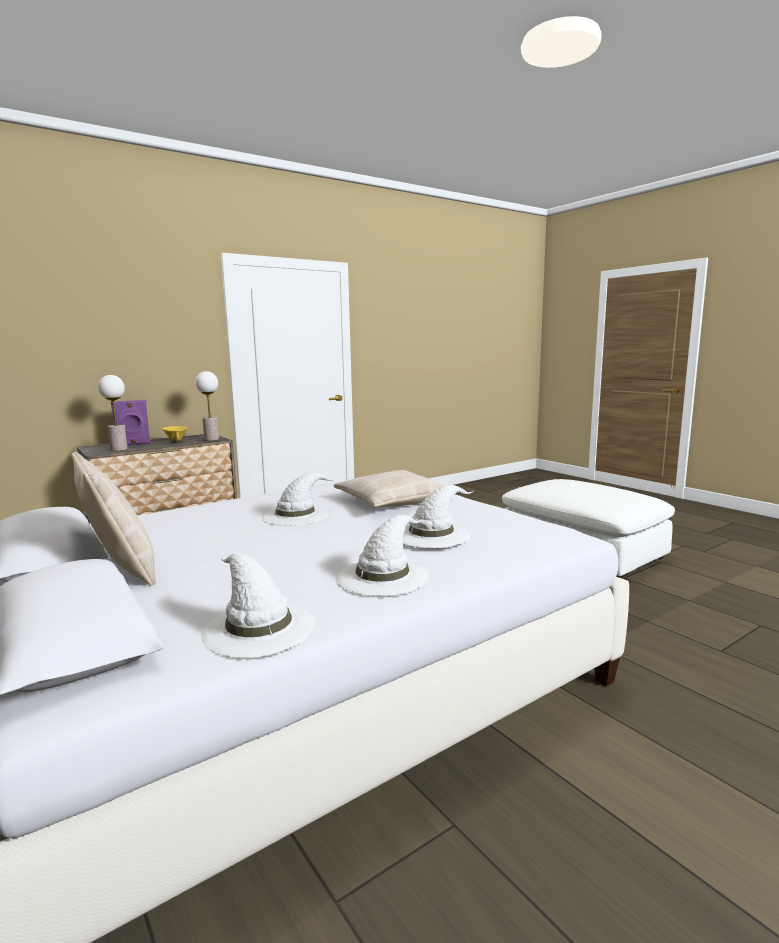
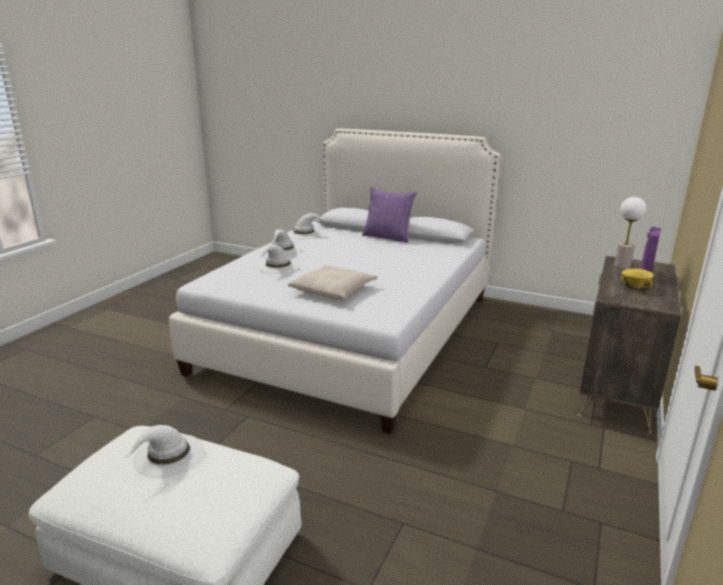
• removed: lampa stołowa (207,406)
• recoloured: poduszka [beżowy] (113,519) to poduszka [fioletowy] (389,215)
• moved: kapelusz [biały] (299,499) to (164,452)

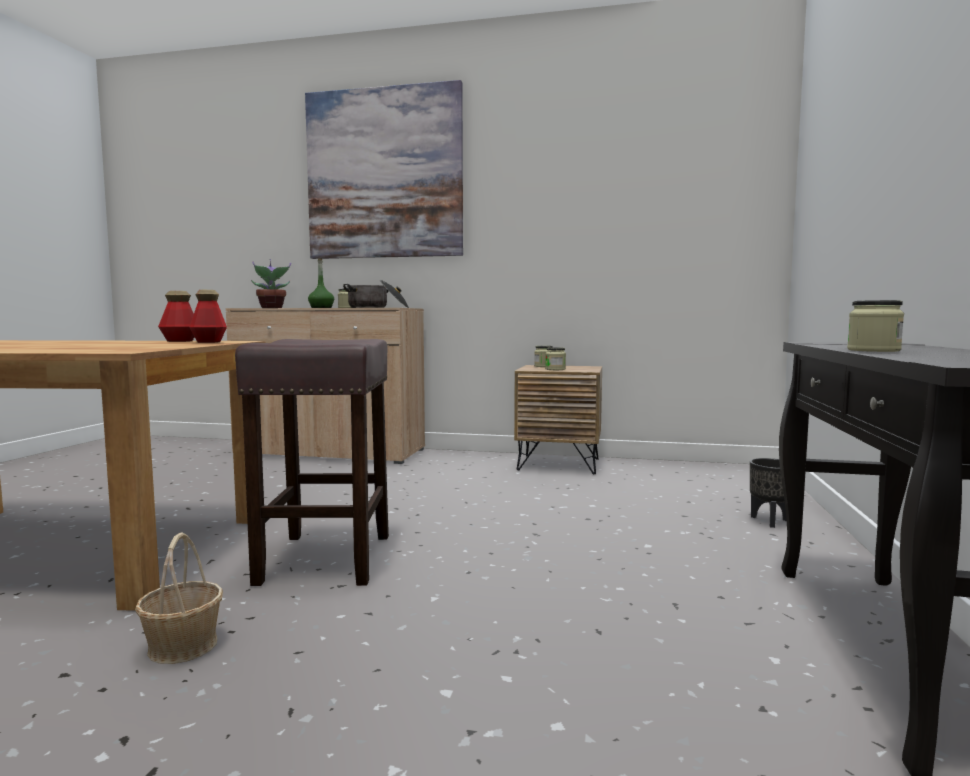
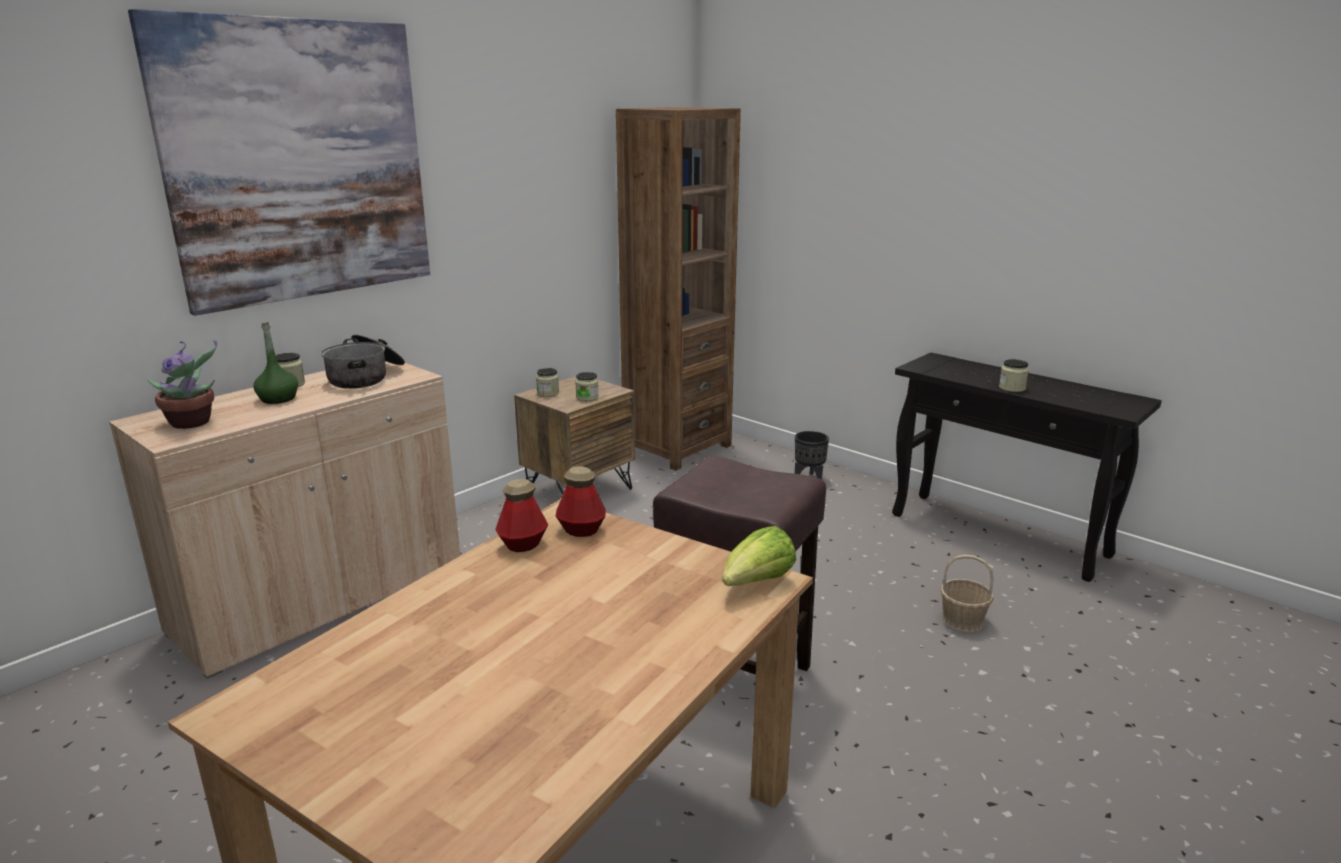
• moved: koszyk (179,598) to (967,593)
• added: regał [brązowy] (678,289)
• added: sałata (759,556)

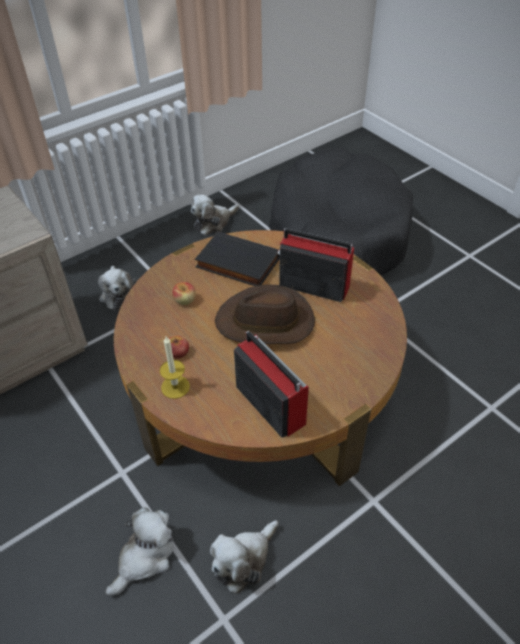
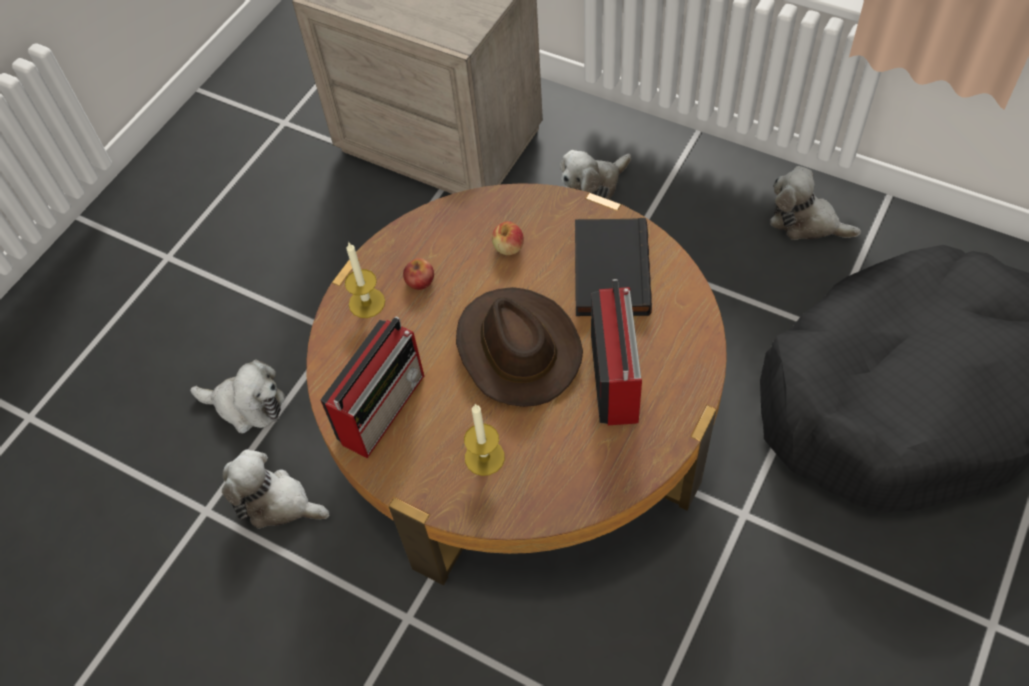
• added: świeca (484,440)

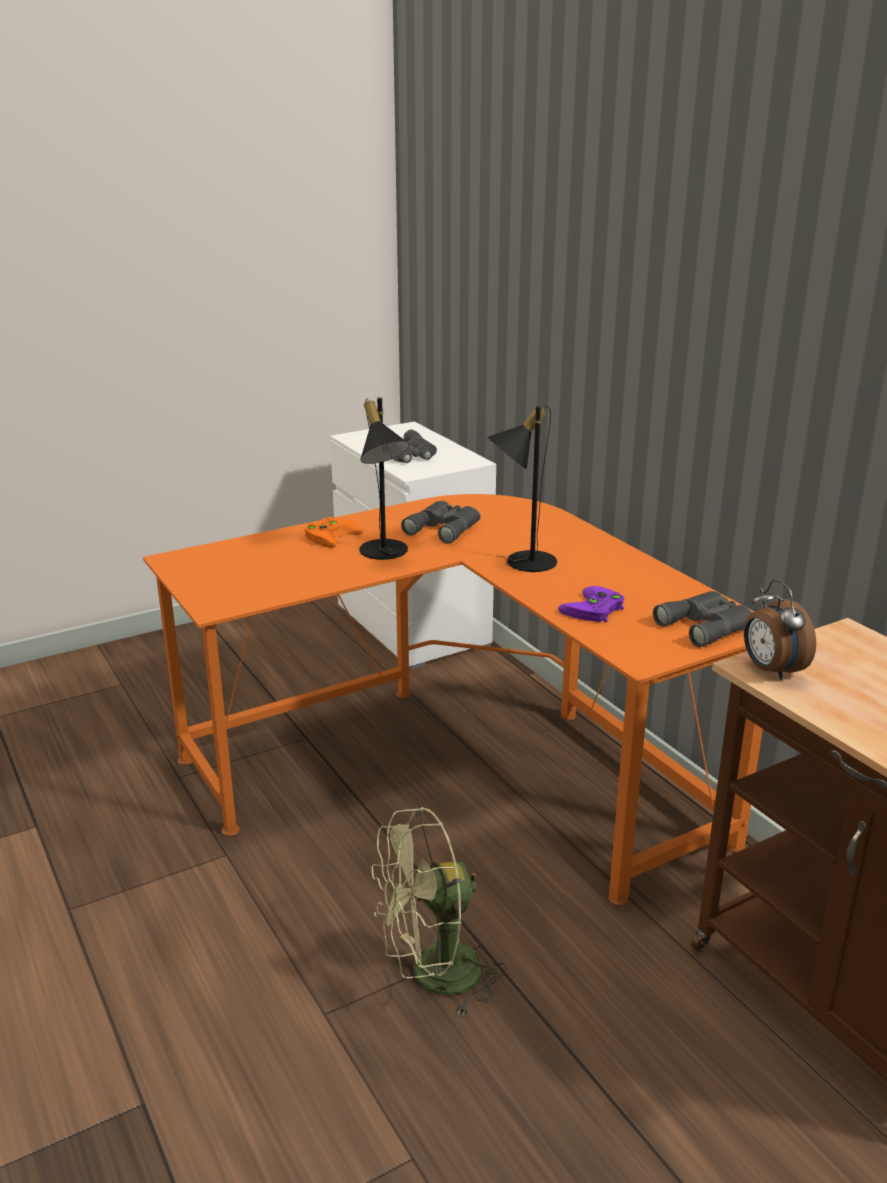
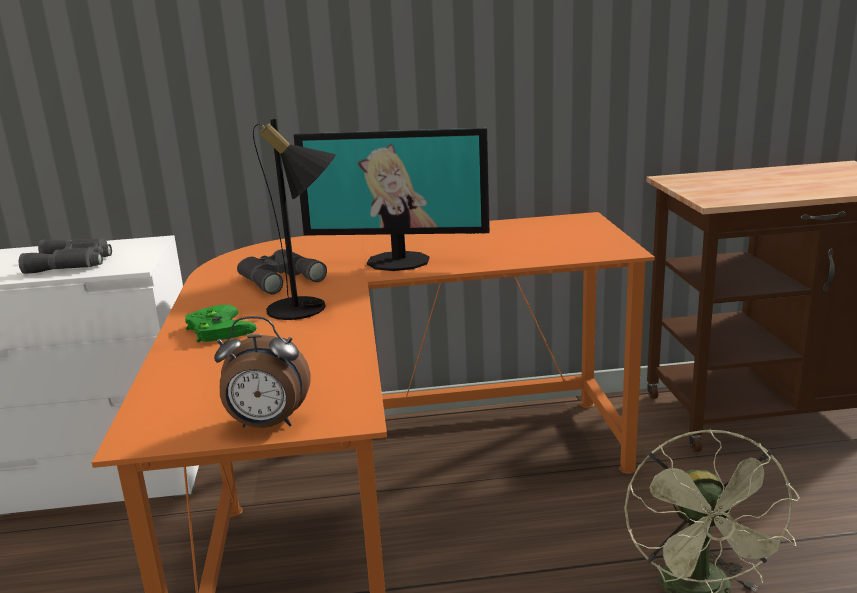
• replaced: lampa stołowa [czarny] (522,489) to monitor (392,199)
• recoloured: pad do gier [pomarańczowy] (334,532) to pad do gier [zielony] (221,324)
• moved: budzik (780,630) to (262,372)
• removed: pad do gier [fioletowy] (591,604)
• removed: lornetka [szary] (702,619)

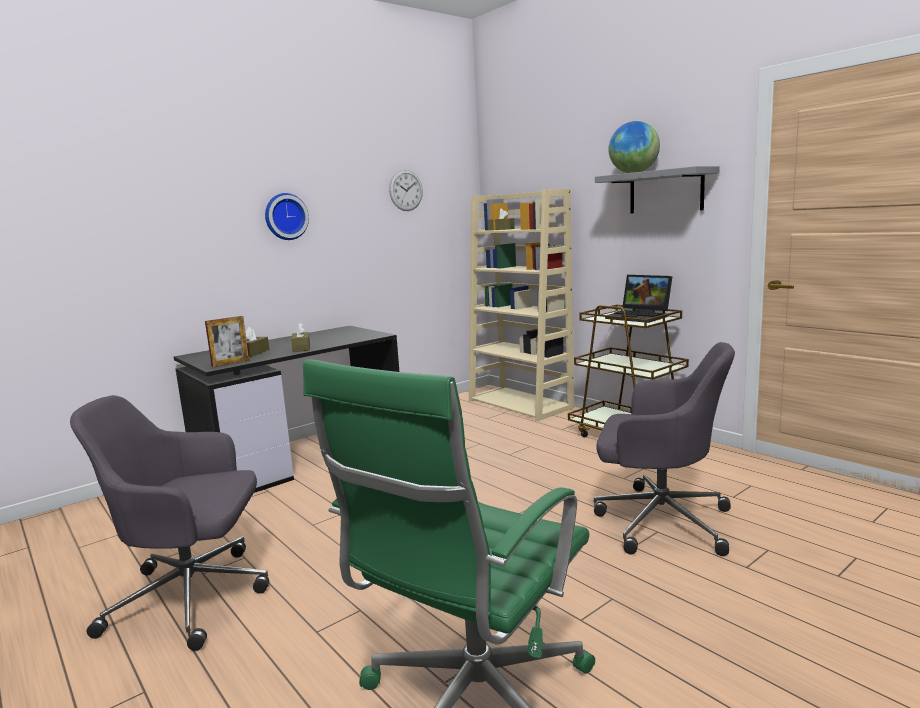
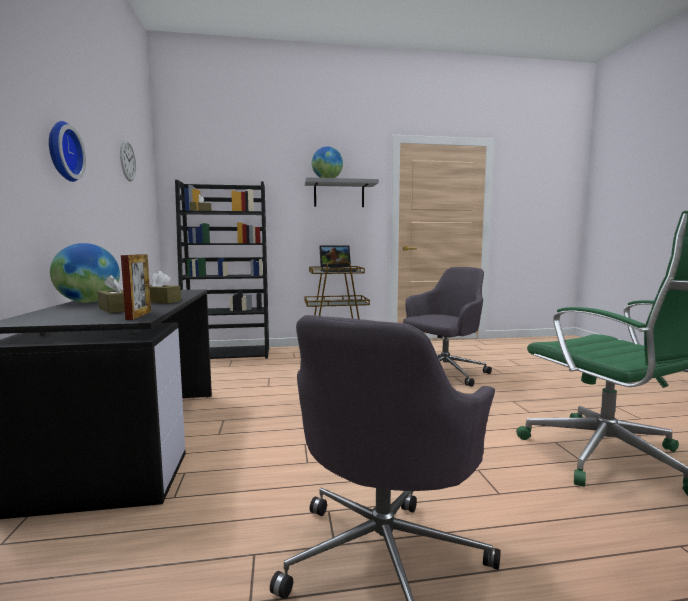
• recoloured: regał [beżowy] (521,305) to regał [czarny] (222,269)
• added: globus (85,272)

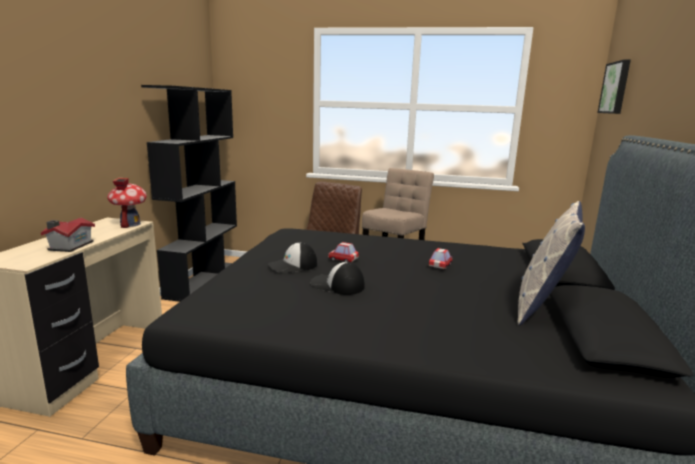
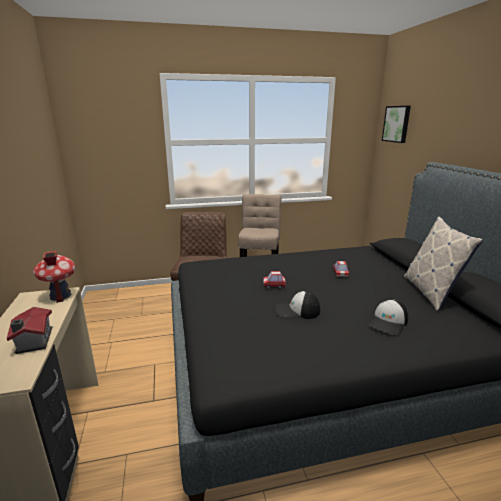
• removed: regał [czarny] (189,193)
• moved: czapka z daszkiem (292,258) to (388,316)

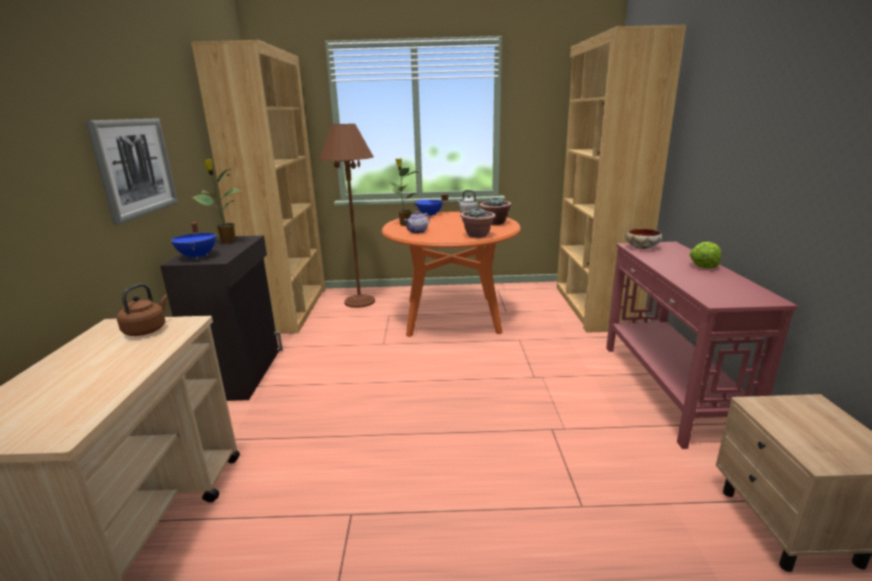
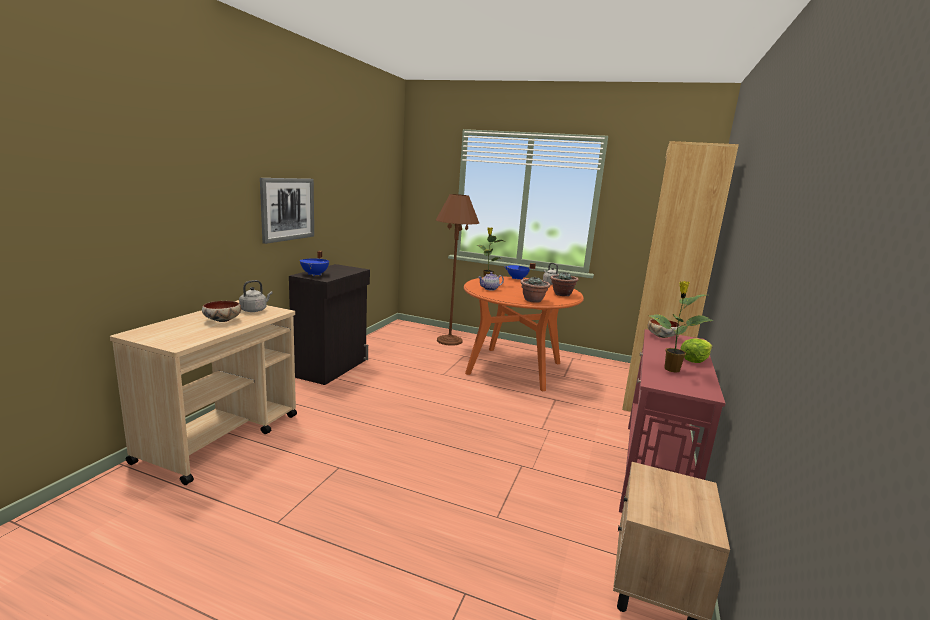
• removed: regał [brązowy] (258,187)
• moved: roślina doniczkowa (217,201) to (680,327)
• recoloured: czajnik [brązowy] (142,310) to czajnik [szary] (256,296)
• added: miska (221,311)

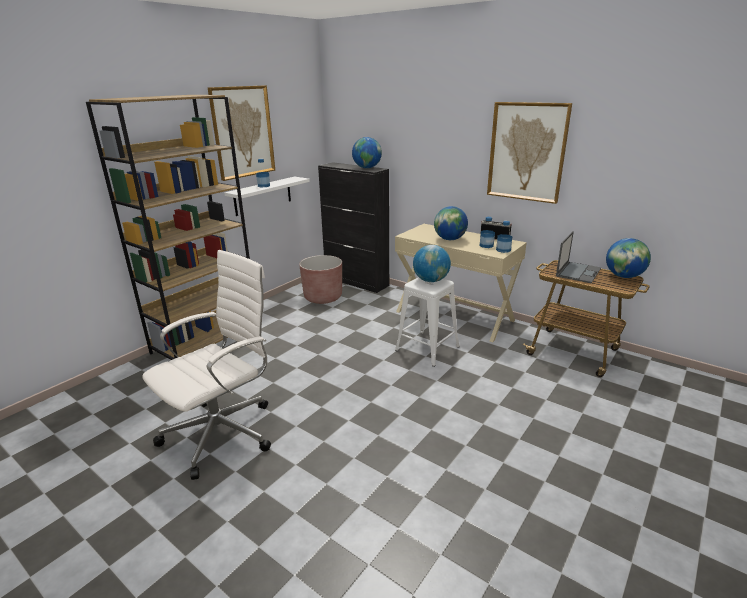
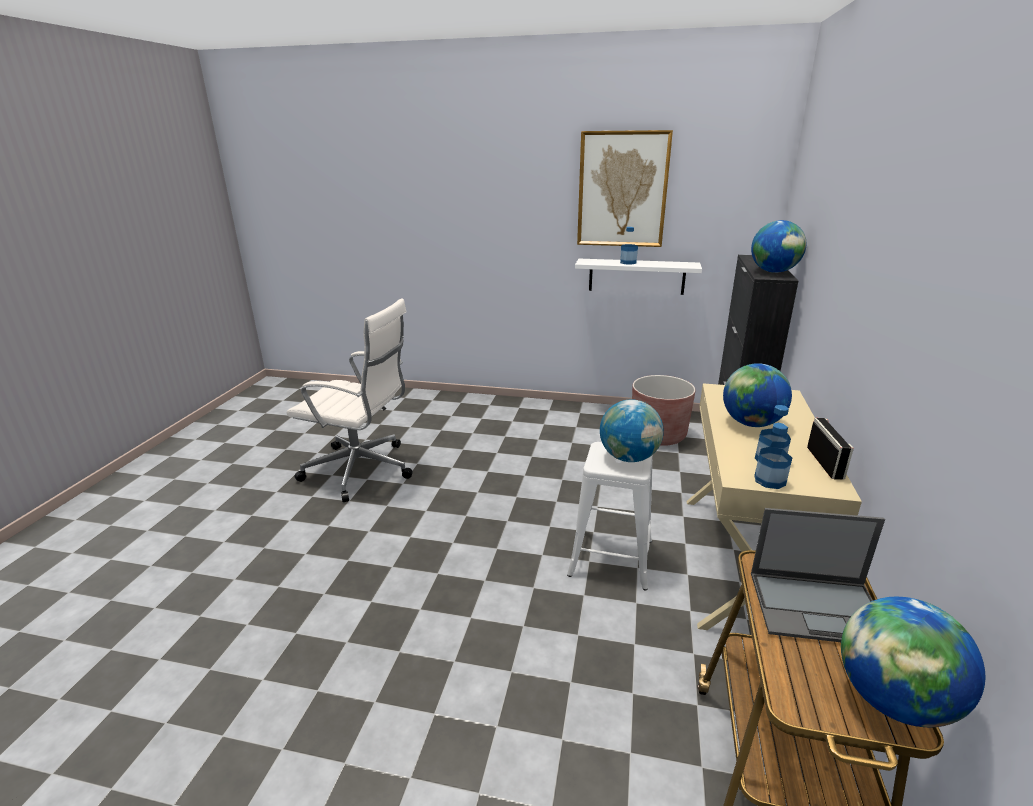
• removed: regał [brązowy] (168,227)
• removed: obraz (529,153)

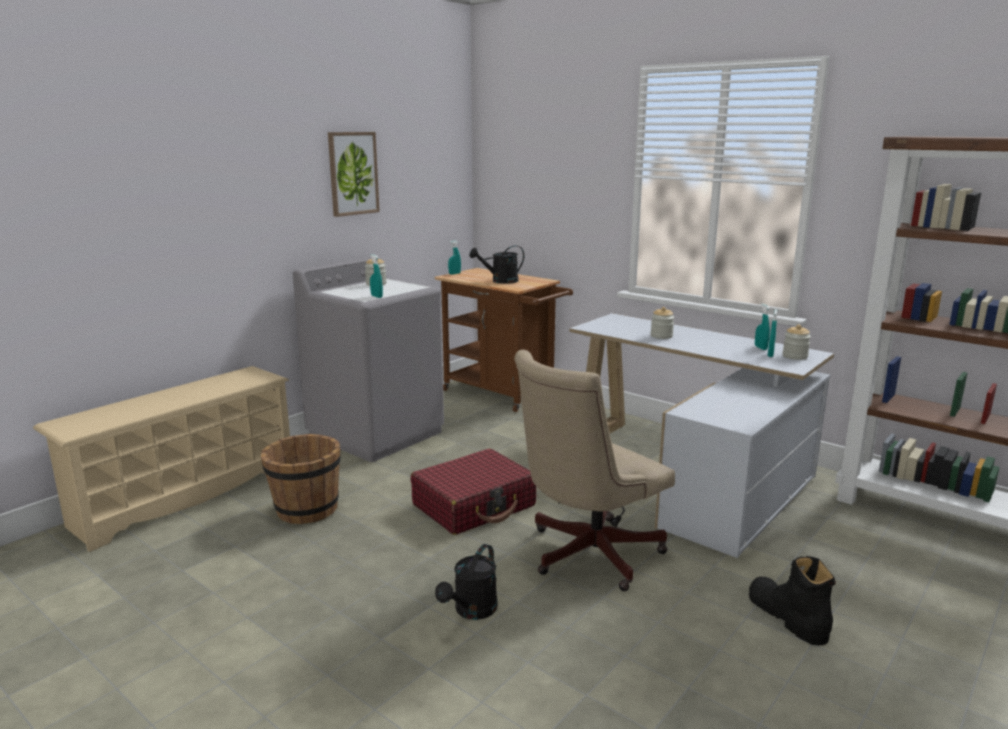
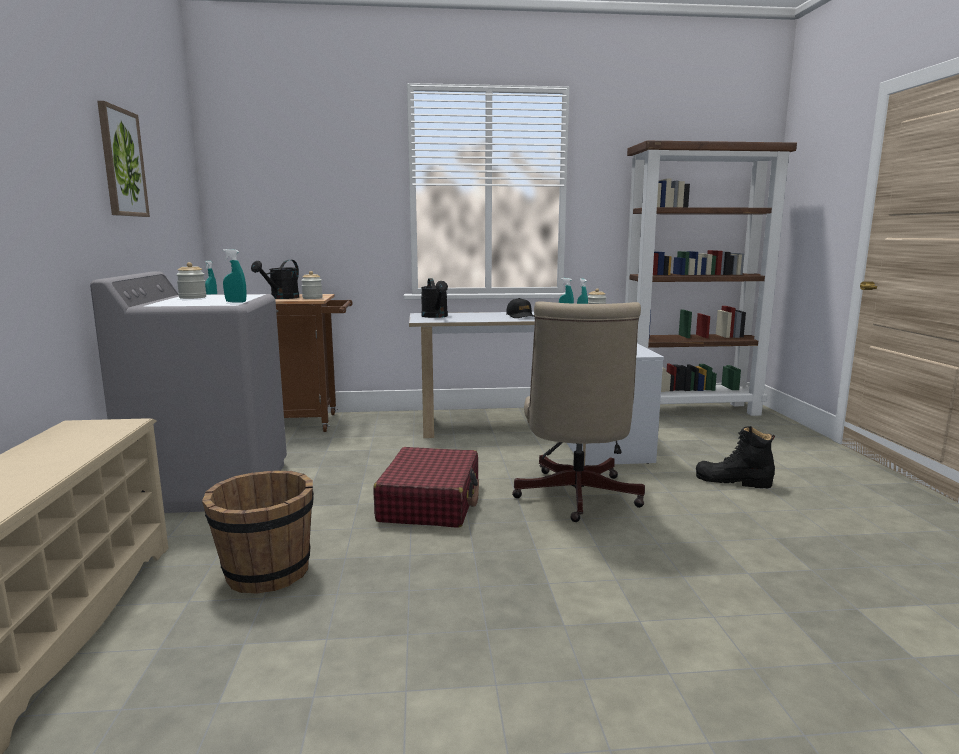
• moved: słoik (662,323) to (312,285)
• moved: konewka [czarny] (466,582) to (434,298)
• added: czapka z daszkiem [czarny] (520,308)

